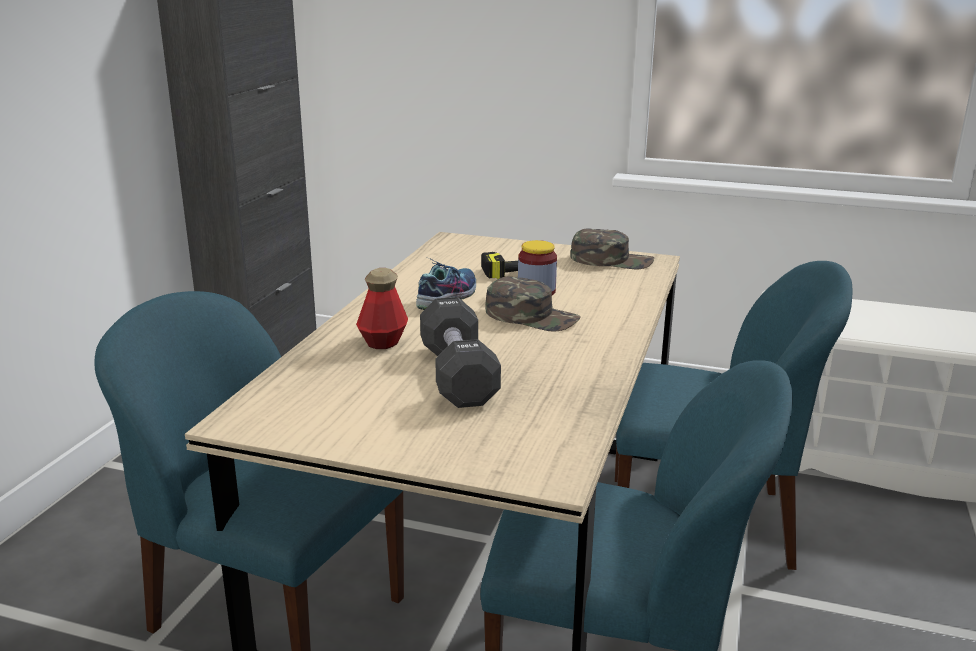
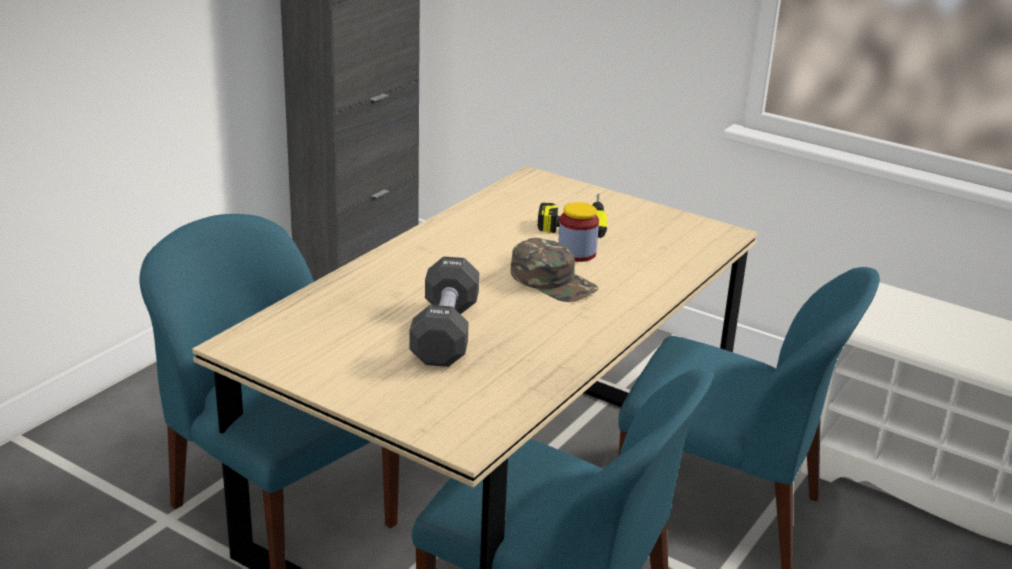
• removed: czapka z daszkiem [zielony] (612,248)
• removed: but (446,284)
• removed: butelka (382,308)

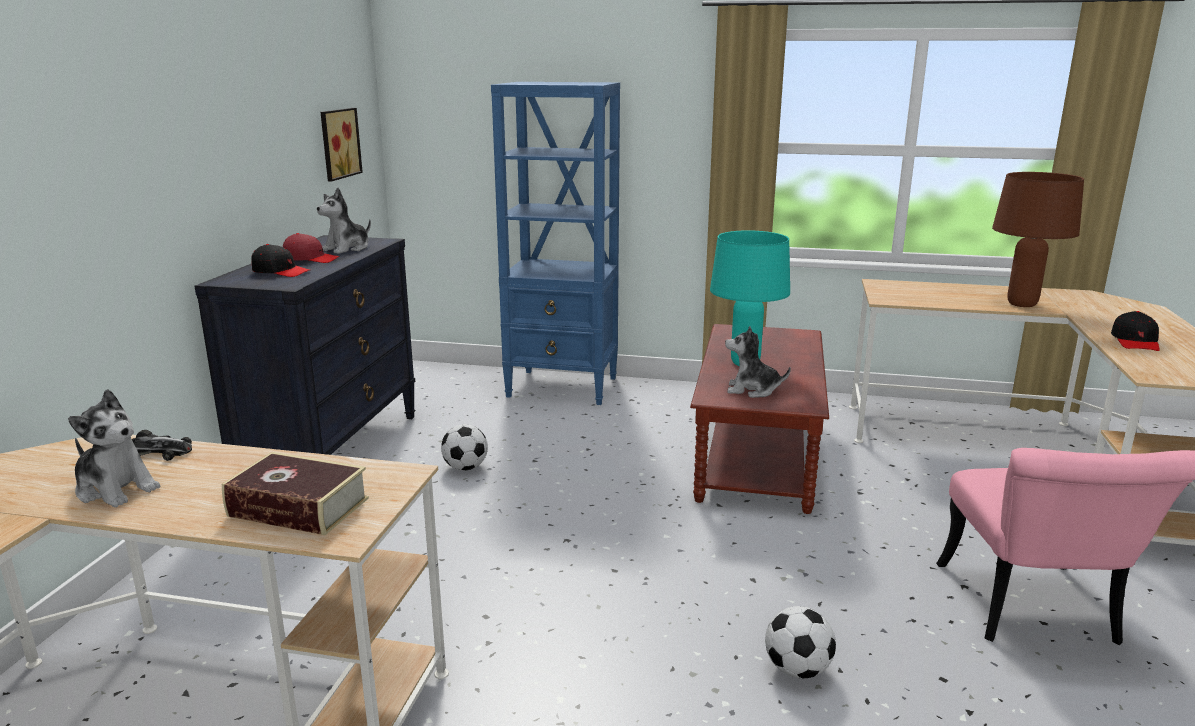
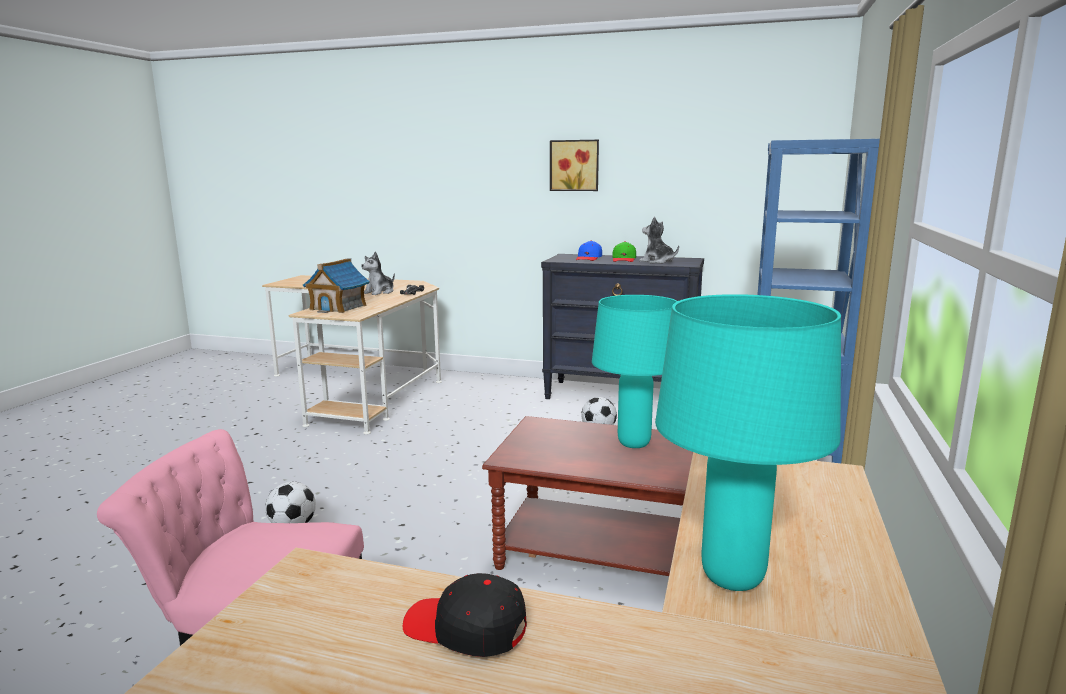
• moved: obraz (341,144) to (574,165)
• recoloured: lampa stołowa [brązowy] (1038,239) to lampa stołowa [turkusowy] (748,442)
• recoloured: czapka z daszkiem [czerwony] (311,248) to czapka z daszkiem [zielony] (624,251)
• recoloured: czapka z daszkiem [czarny] (281,260) to czapka z daszkiem [niebieski] (589,251)
• removed: pluszak (758,362)
• replaced: książka (295,493) to domek (336,285)

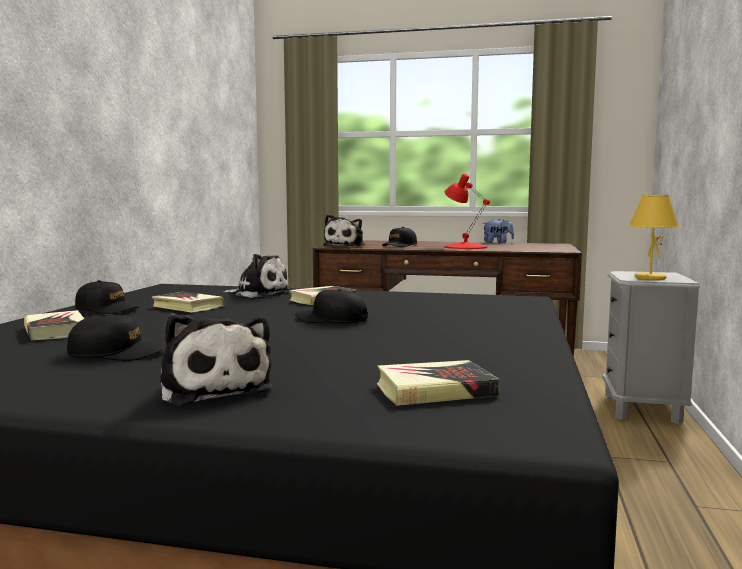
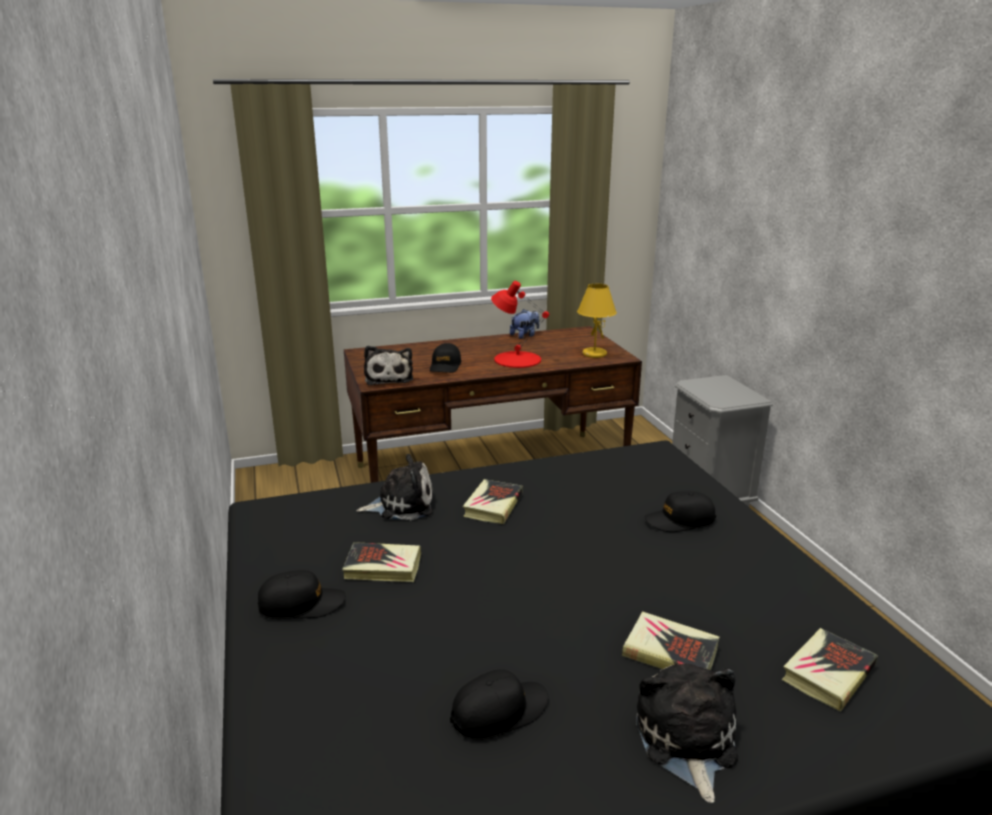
• moved: lampa stołowa [żółty] (654,237) to (597,321)
• moved: czapka z daszkiem [czarny] (331,306) to (680,511)
• moved: książka (54,325) to (671,640)
• turned: pluszak (216,359) = (687,733) 120 degrees counterclockwise

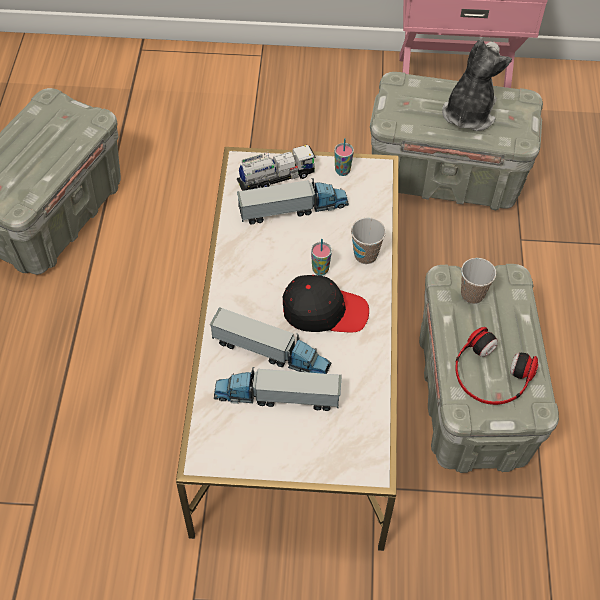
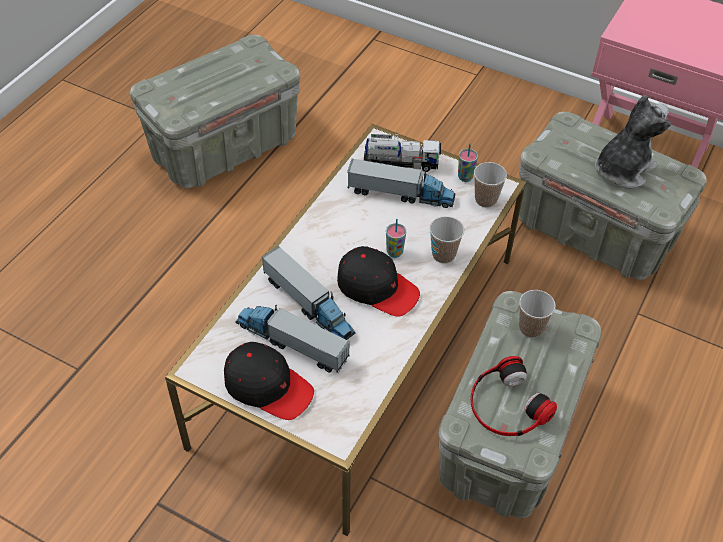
• added: filiżanka (490,185)
• added: czapka z daszkiem [czarny] (269,381)

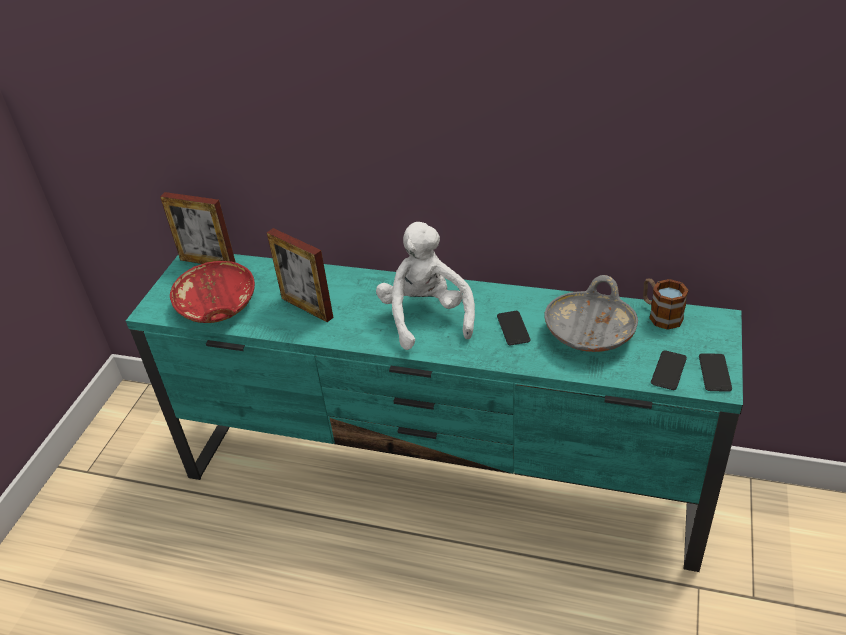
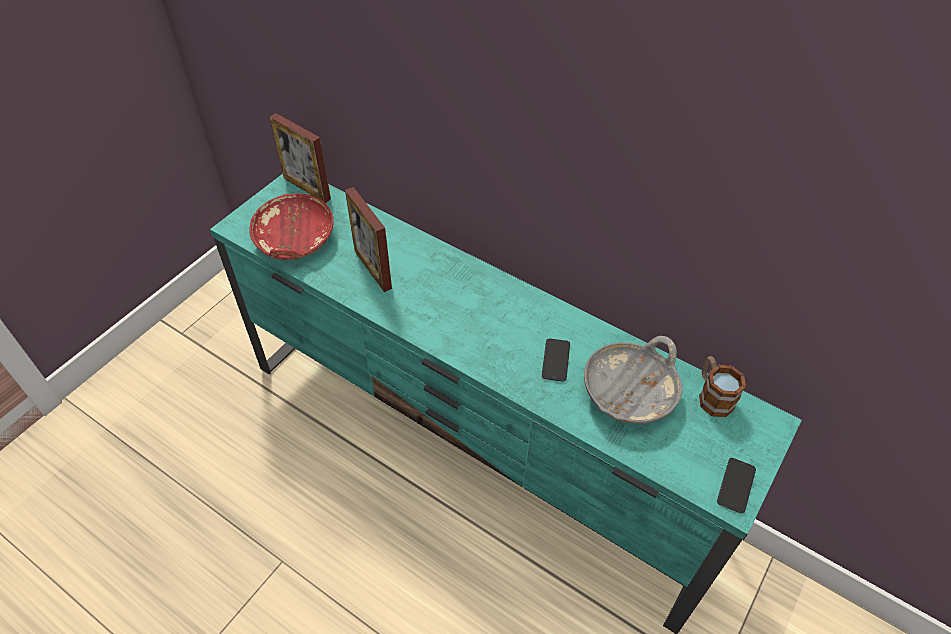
• removed: pluszak [biały] (425,286)
• removed: telefon (669,370)

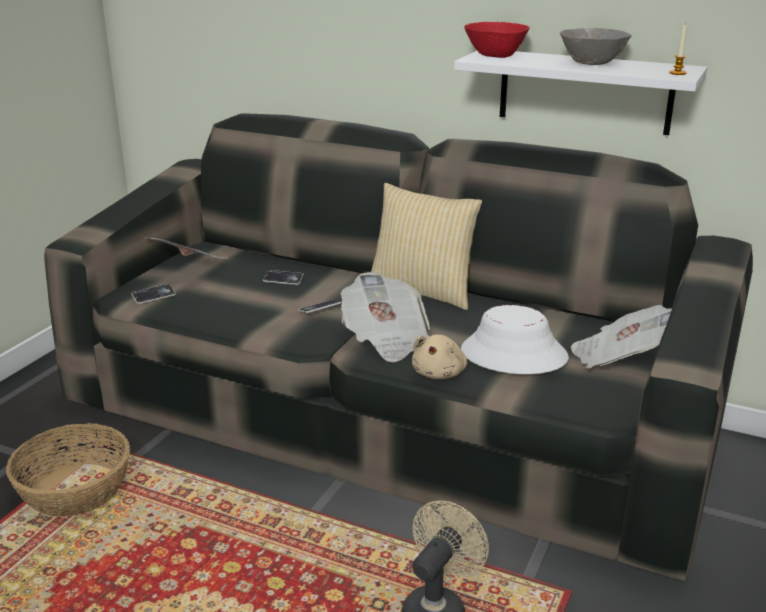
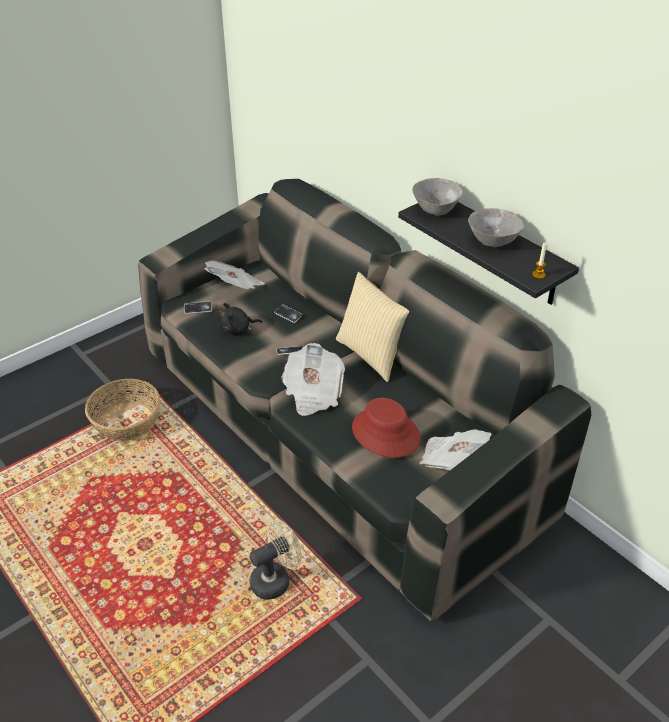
• recoloured: miska [czerwony] (497,40) to miska [szary] (437,197)
• recoloured: półka [biały] (580,93) to półka [czarny] (488,253)
• recoloured: kapelusz [biały] (515,339) to kapelusz [czerwony] (386,428)
• removed: pluszak [beżowy] (439,357)
• added: pluszak [czarny] (240,319)

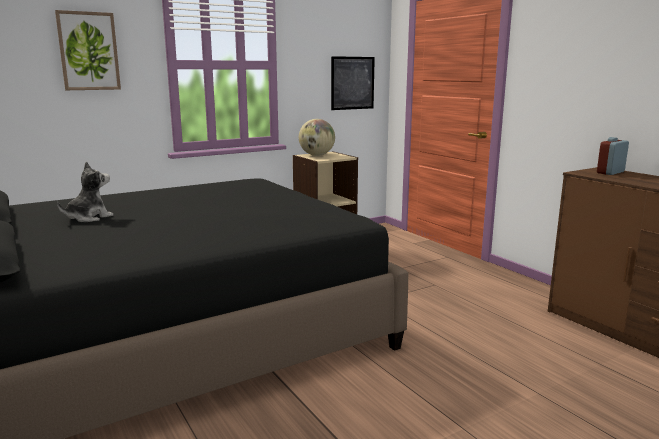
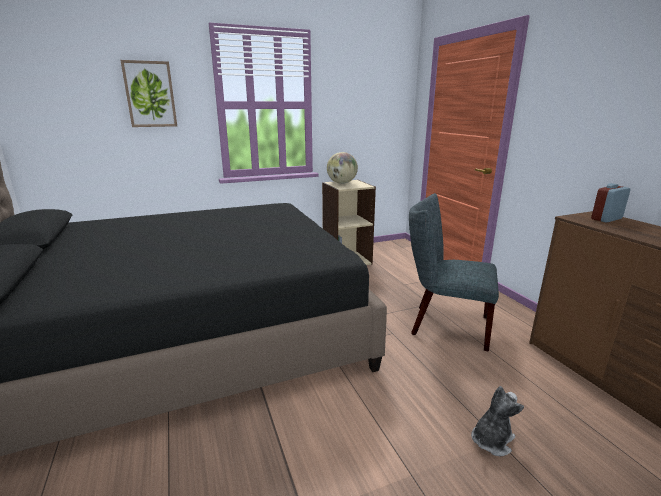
• removed: obraz (353,83)
• moved: pluszak (85,192) to (497,421)
• added: krzesło [szary] (454,272)

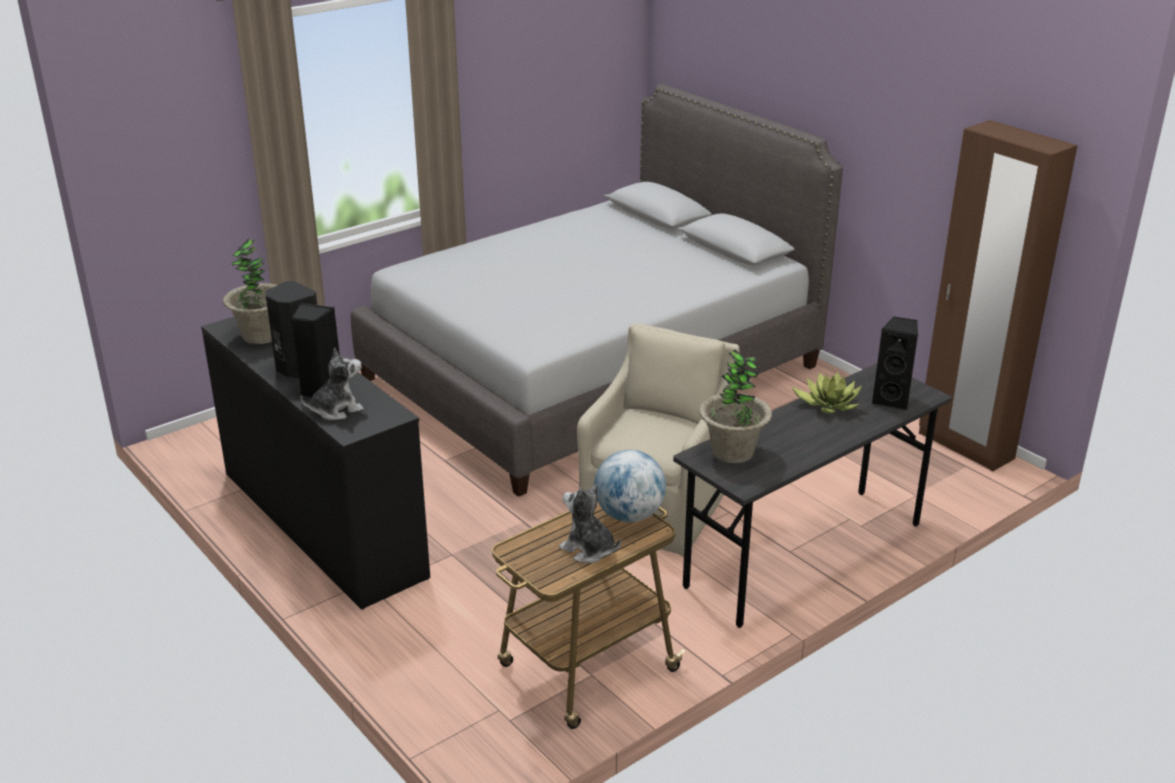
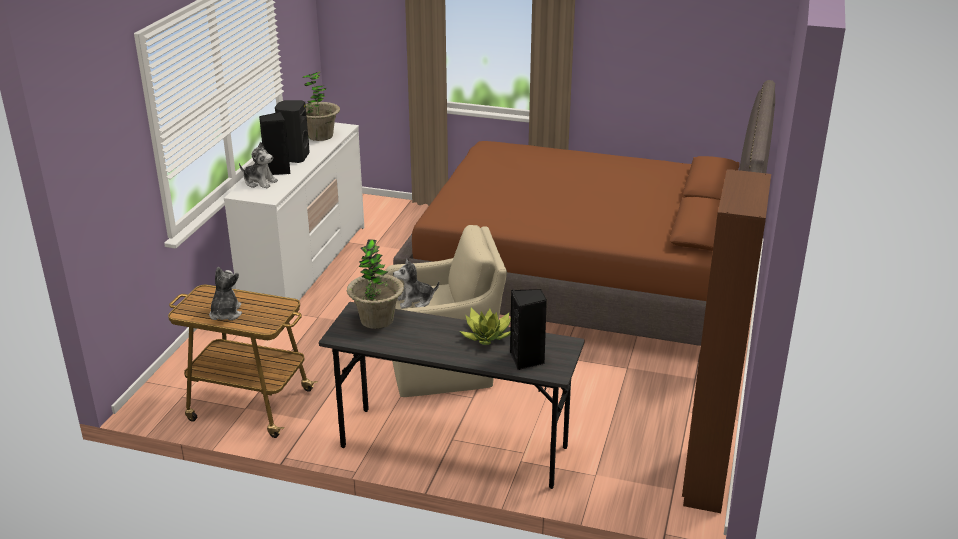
• recoloured: łóżko [szary] (597,290) to łóżko [brązowy] (584,213)
• recoloured: komoda [czarny] (315,463) to komoda [biały] (294,211)
• removed: globus (630,486)
• added: pluszak (416,283)

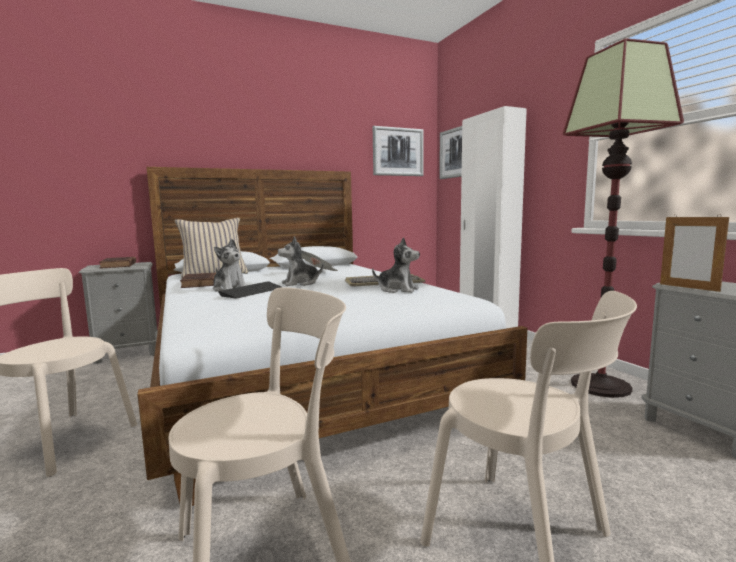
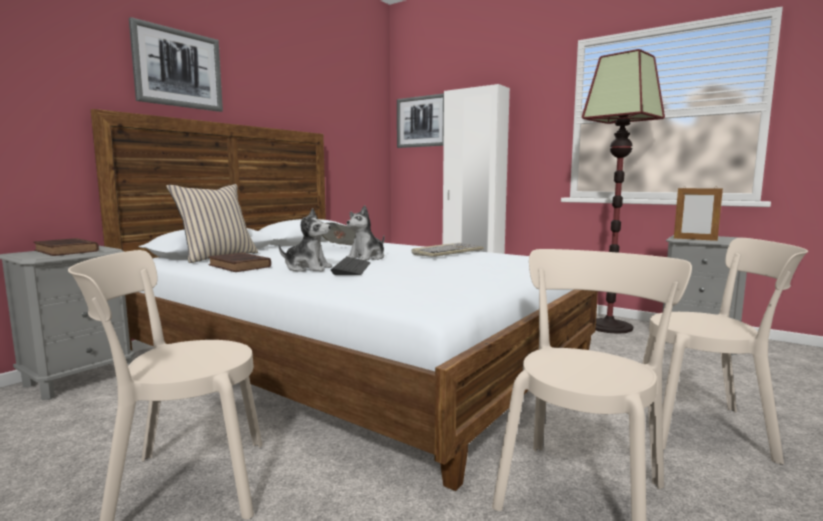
• moved: obraz (398,151) to (176,64)
• removed: pluszak (396,265)

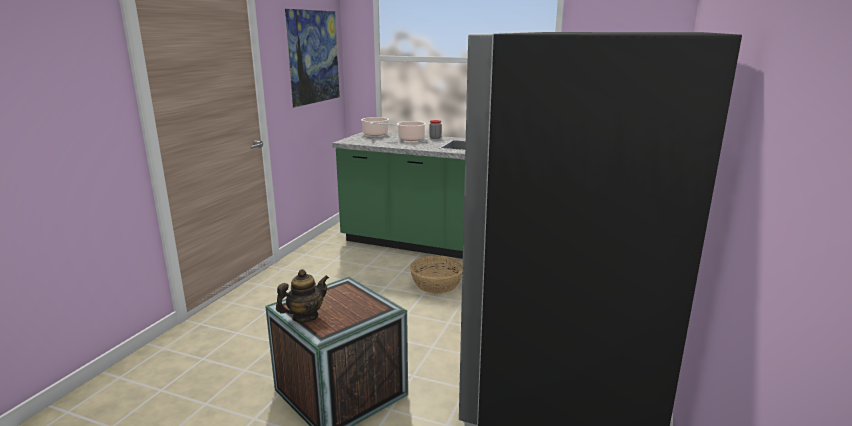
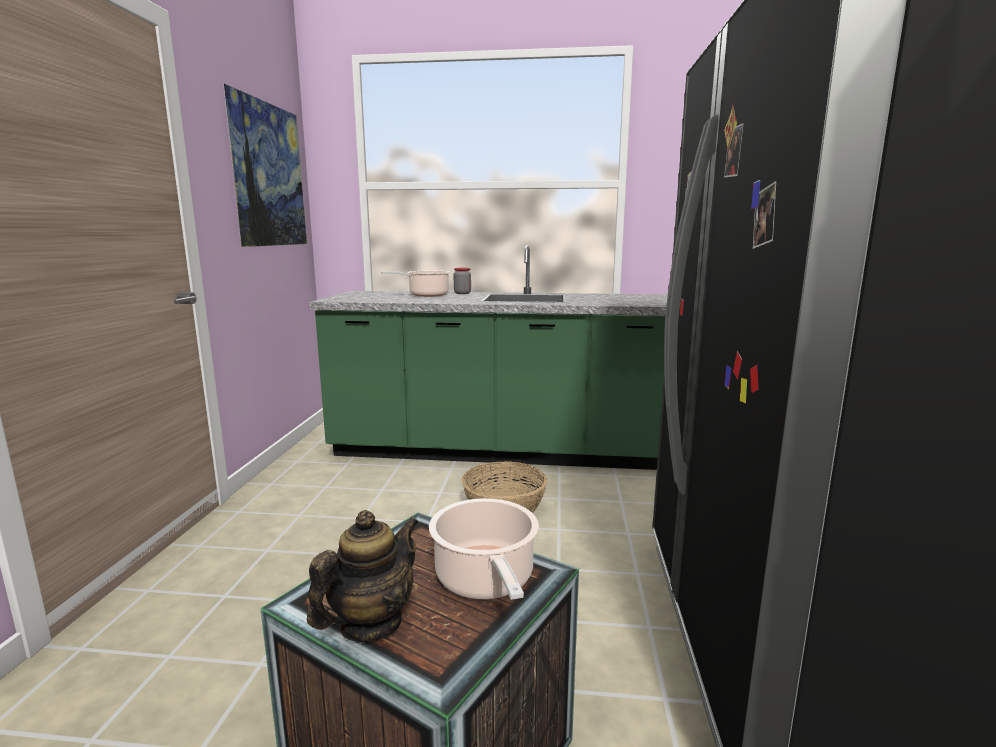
• moved: garnek (375,126) to (484,549)

